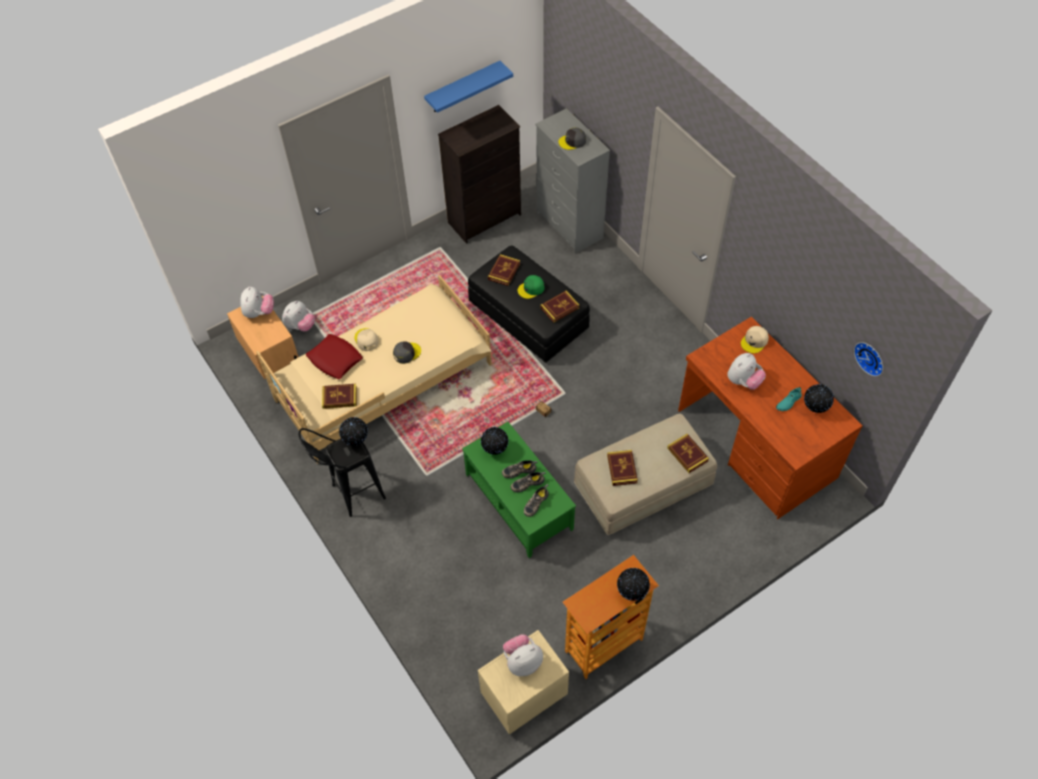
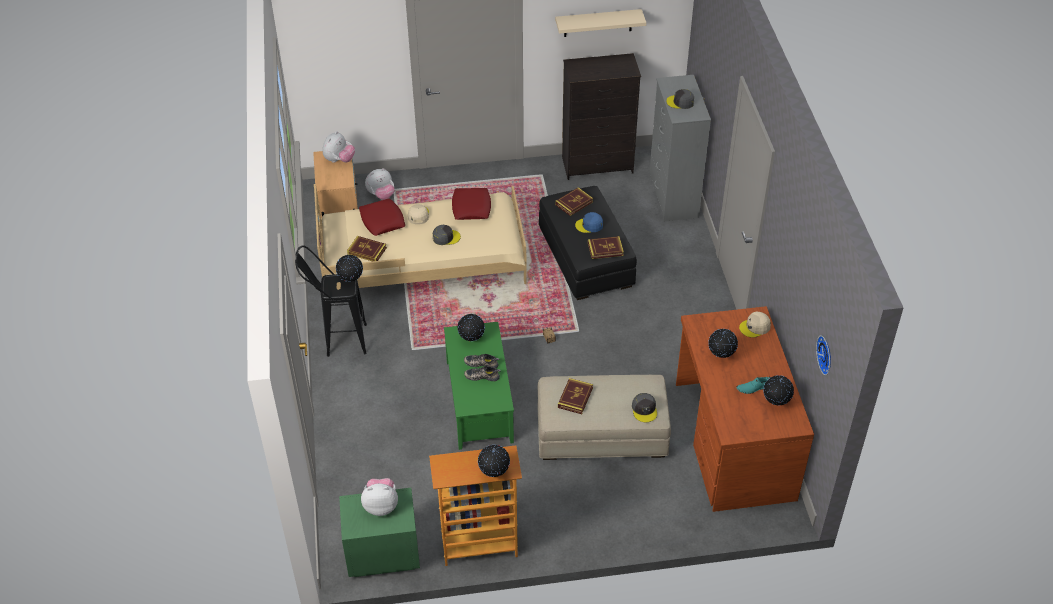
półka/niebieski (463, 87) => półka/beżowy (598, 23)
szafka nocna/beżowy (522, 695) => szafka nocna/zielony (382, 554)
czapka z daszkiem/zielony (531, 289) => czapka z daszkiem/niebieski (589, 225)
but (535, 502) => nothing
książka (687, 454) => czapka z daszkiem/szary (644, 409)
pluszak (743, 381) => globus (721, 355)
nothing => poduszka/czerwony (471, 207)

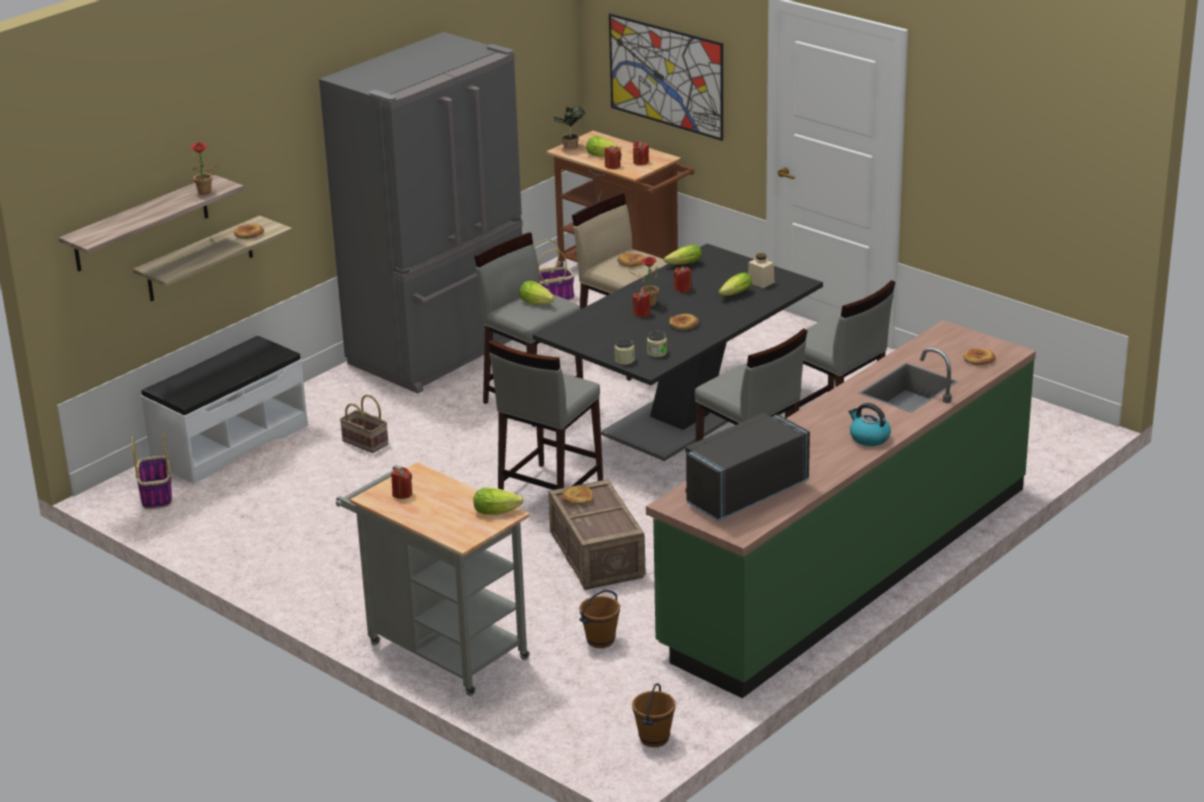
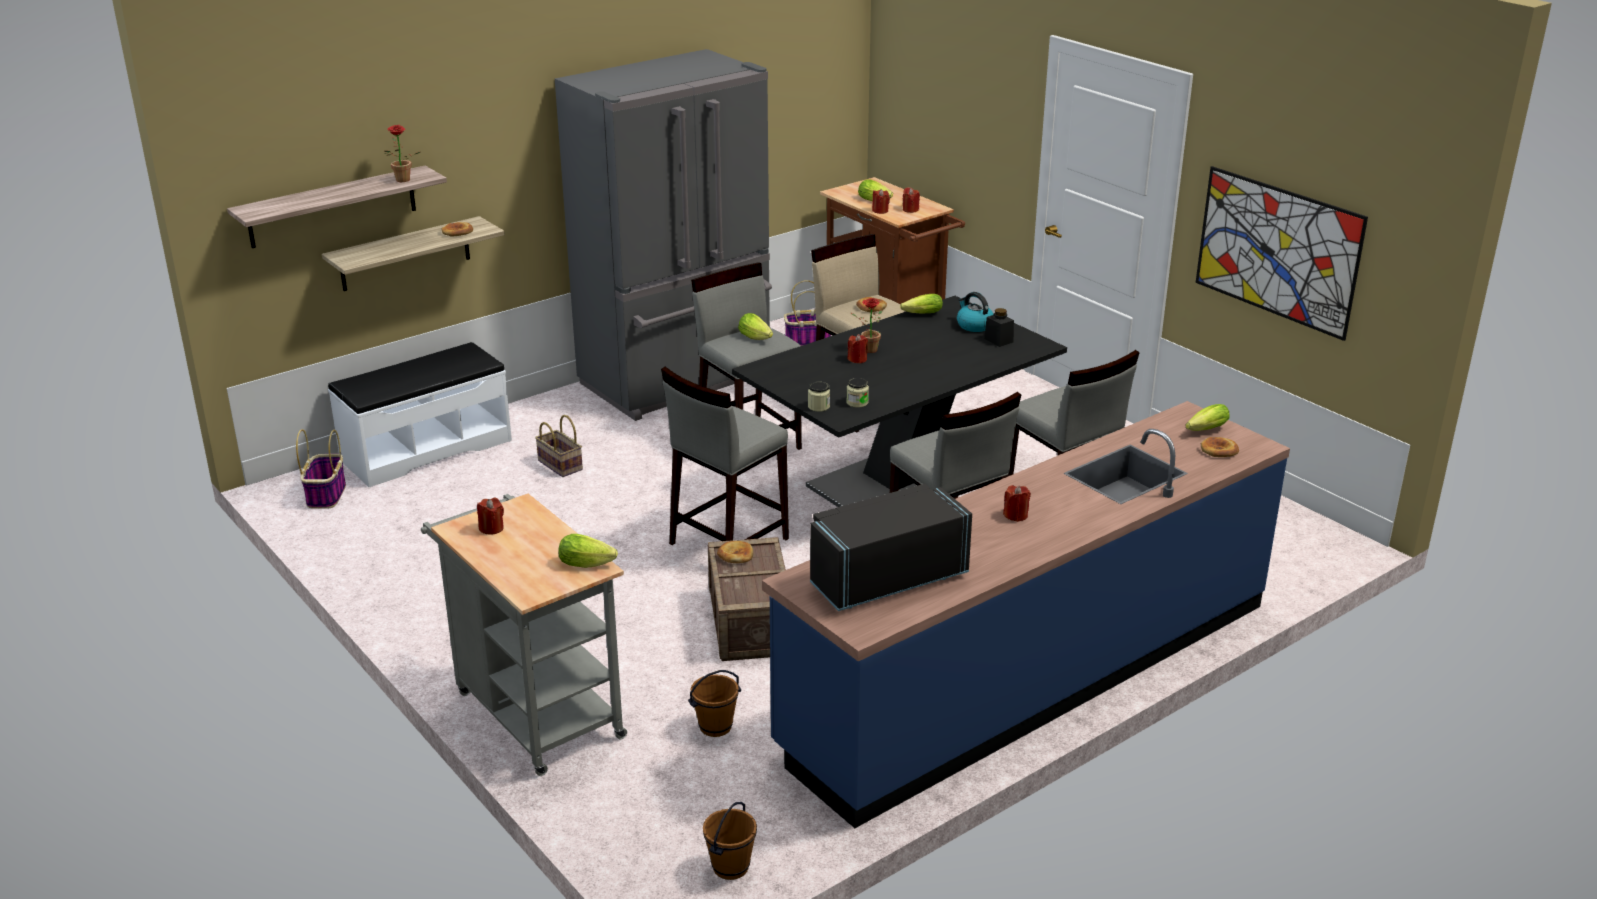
roślina doniczkowa (570, 147) => nothing
obraz (666, 76) => obraz (1277, 251), shifted
zabudowa kuchenna/zielony (847, 567) => zabudowa kuchenna/niebieski (1030, 675)
chleb (683, 324) => nothing
świeca/czerwony (682, 289) => świeca/czerwony (1016, 515), shifted
sałata (734, 295) => sałata (1204, 430), shifted
słoik/beżowy (760, 282) => słoik/czarny (998, 340)
czajnik (869, 438) => czajnik (974, 325), shifted

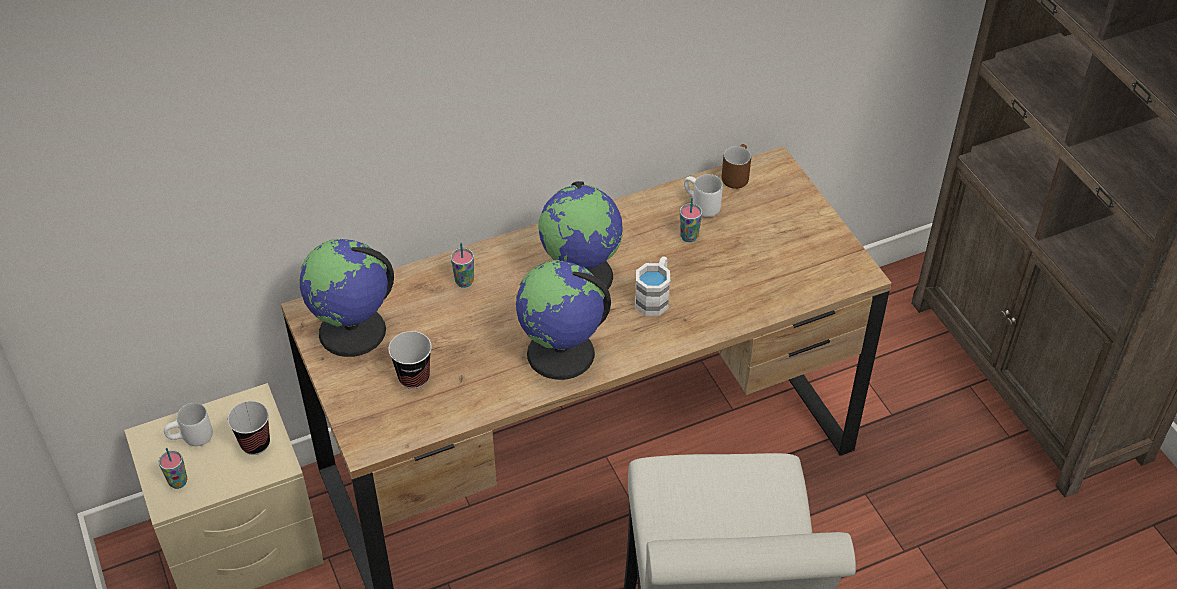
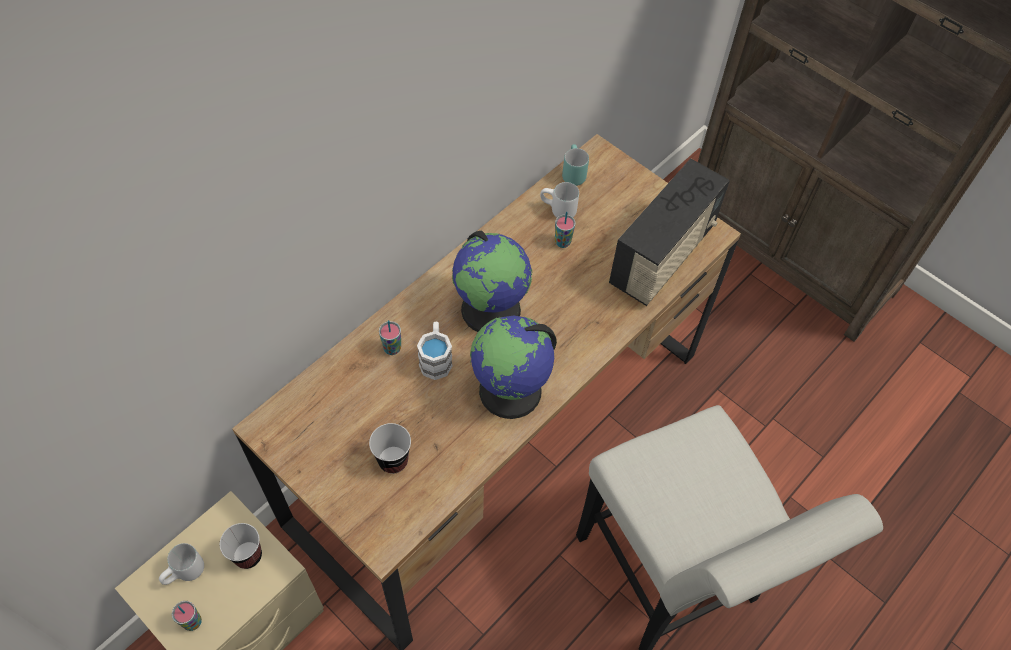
globus (352, 332) => nothing
kubek/biały (654, 297) => kubek/biały (436, 358), shifted
kubek/brązowy (734, 176) => kubek/turkusowy (571, 173)
nothing => radio (663, 257)

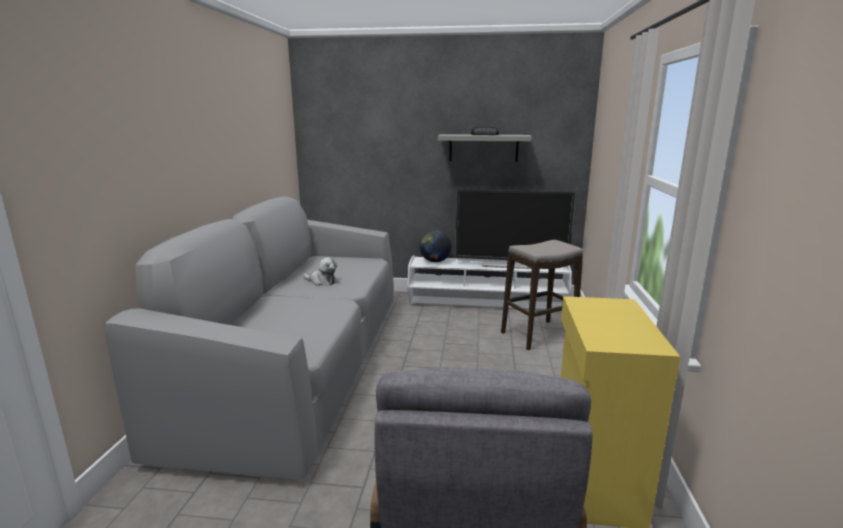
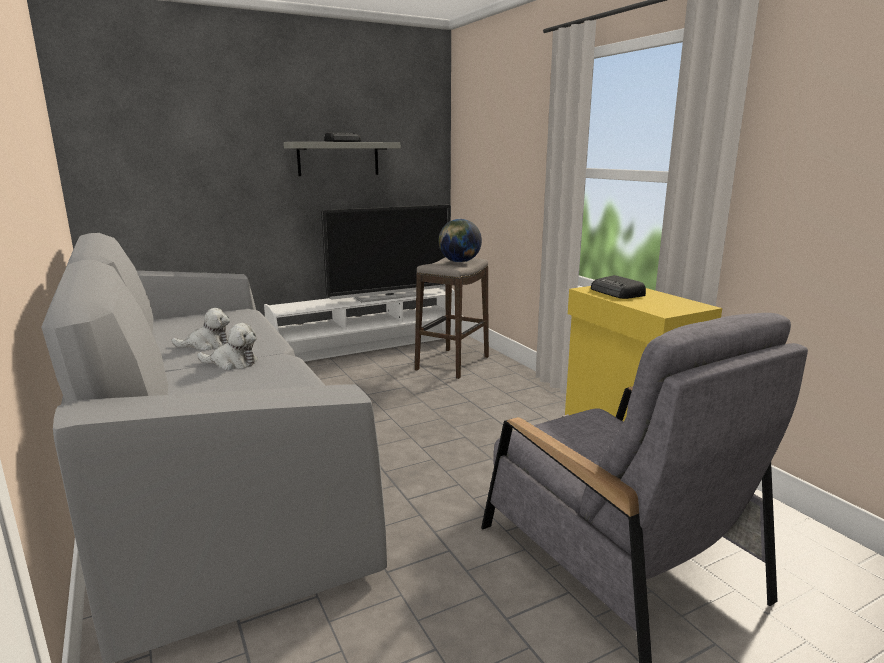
globus (435, 261) => globus (459, 262), shifted
nothing => pluszak (232, 363)
nothing => radio (617, 293)

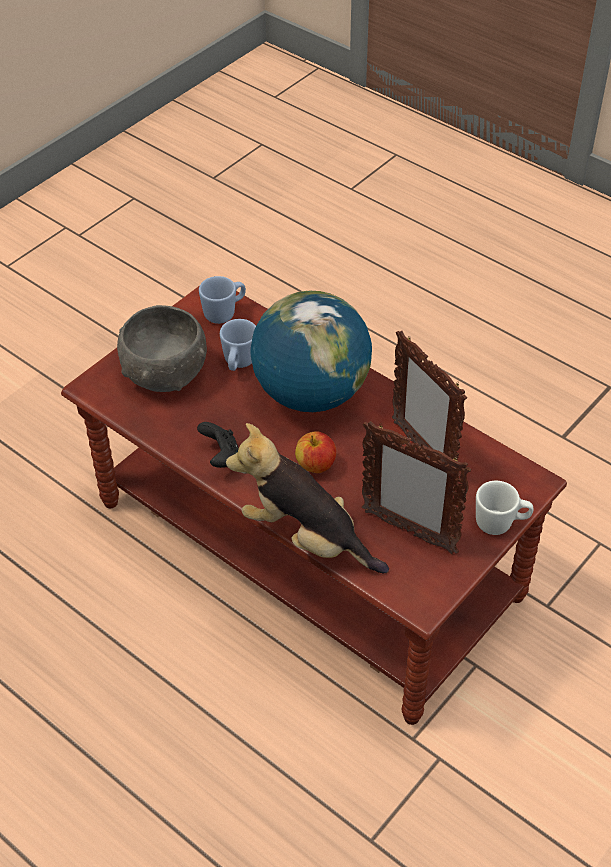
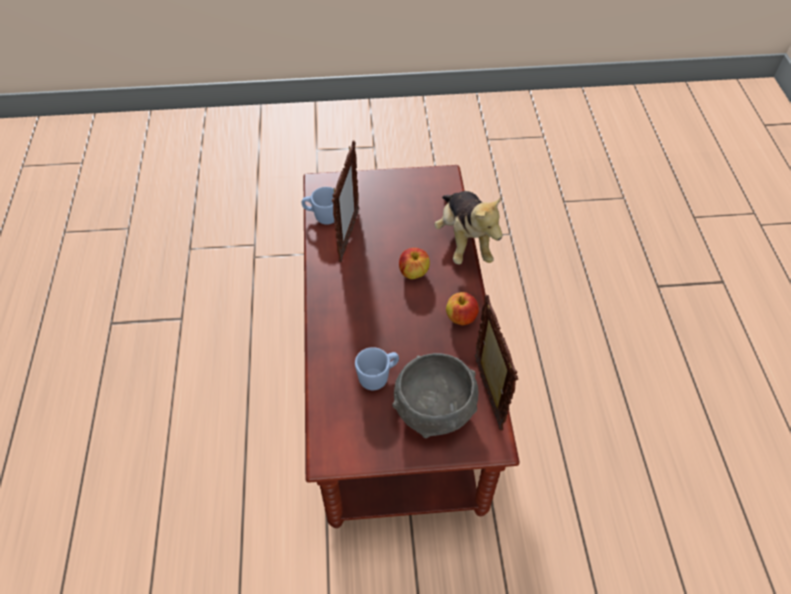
pad do gier/czarny (222, 458) => jabłko (461, 318)
kubek/niebieski (224, 313) => kubek/niebieski (322, 216), shifted
globus (311, 393) => nothing
ramka na zdjęcie (408, 531) => ramka na zdjęcie (487, 394), shifted
kubek/biały (500, 523) => nothing

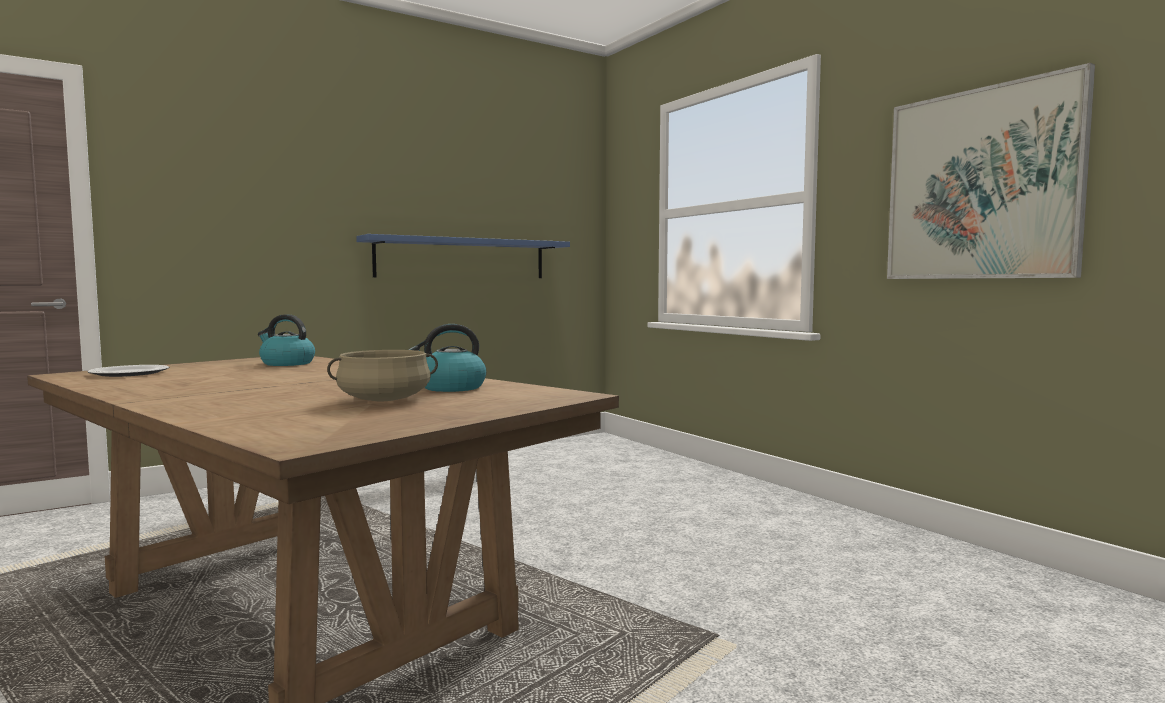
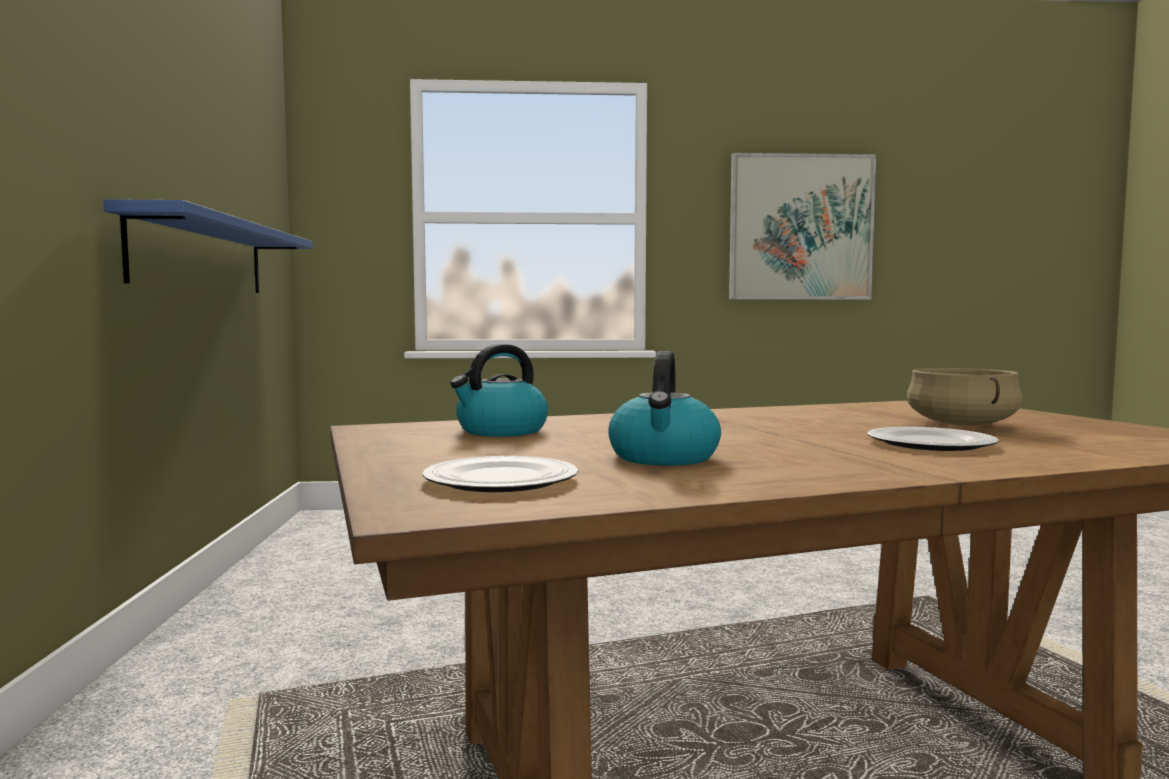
czajnik (451, 388) => czajnik (664, 458), shifted
nothing => talerz (929, 443)

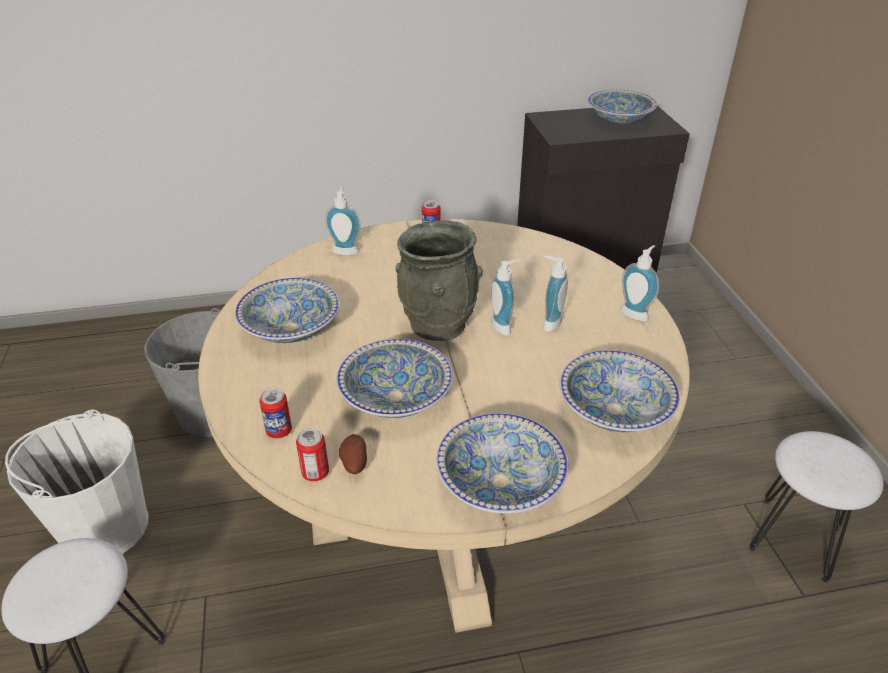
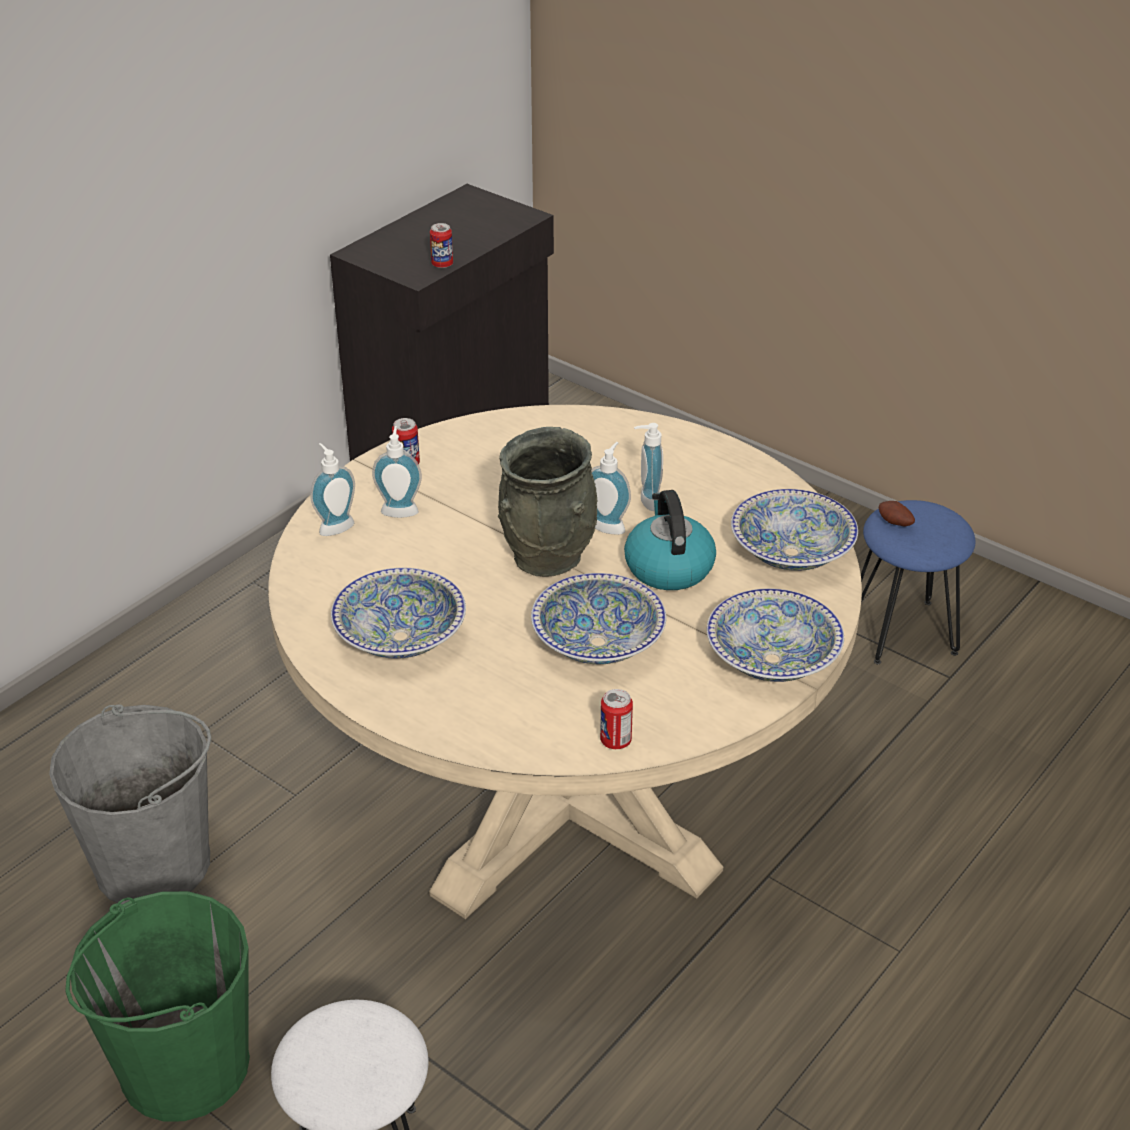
wiadro/biały (104, 527) => wiadro/zielony (183, 1066)
puszka (279, 431) => puszka (442, 264), shifted
ziemniak (353, 463) => ziemniak (894, 523), shifted
miska (619, 119) => nothing
dozownik mydła (635, 313) => dozownik mydła (400, 509), shifted
stołek/biały (795, 539) => stołek/niebieski (904, 631)
nothing => czajnik (668, 567)

